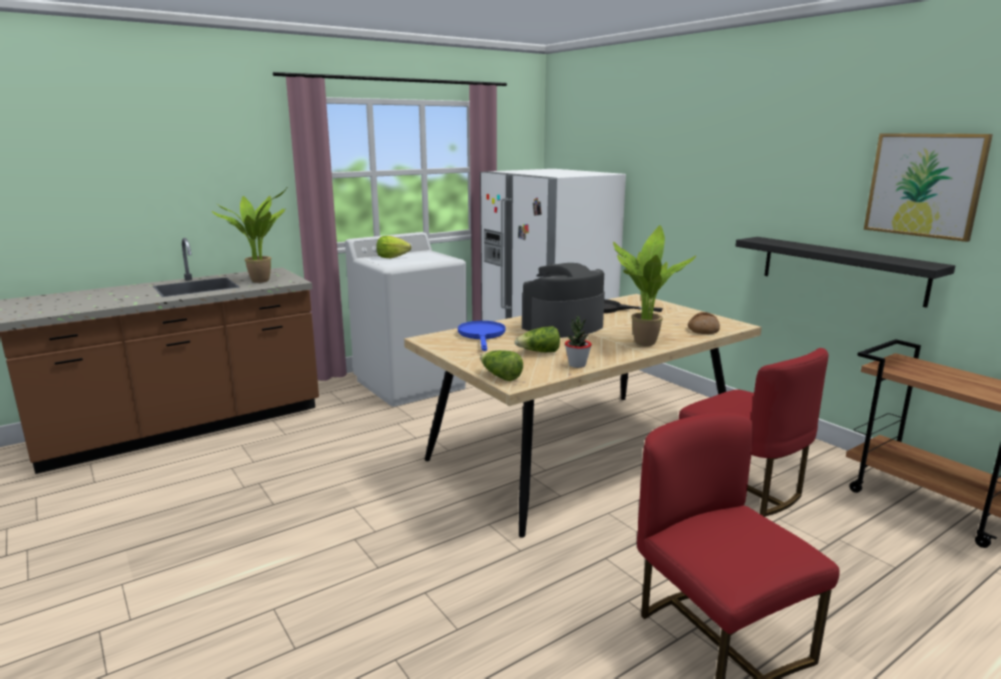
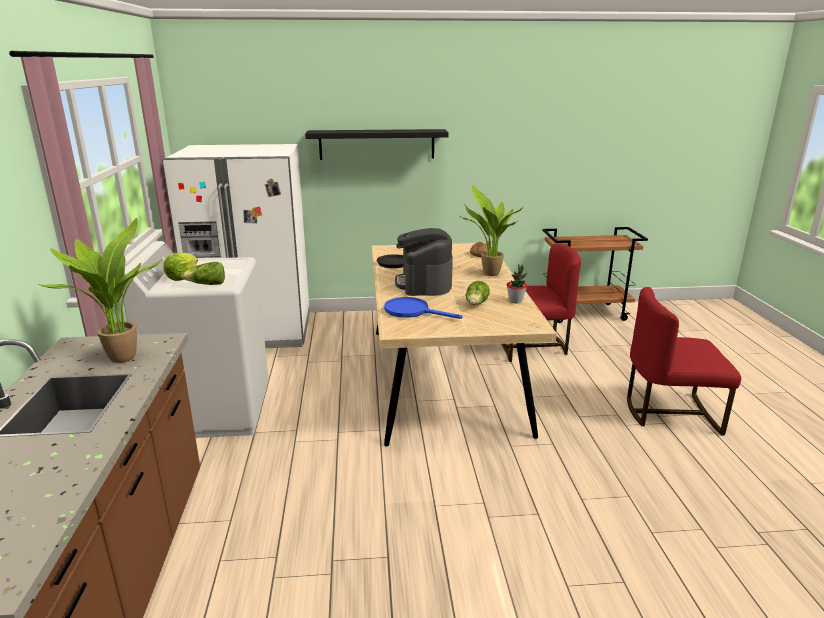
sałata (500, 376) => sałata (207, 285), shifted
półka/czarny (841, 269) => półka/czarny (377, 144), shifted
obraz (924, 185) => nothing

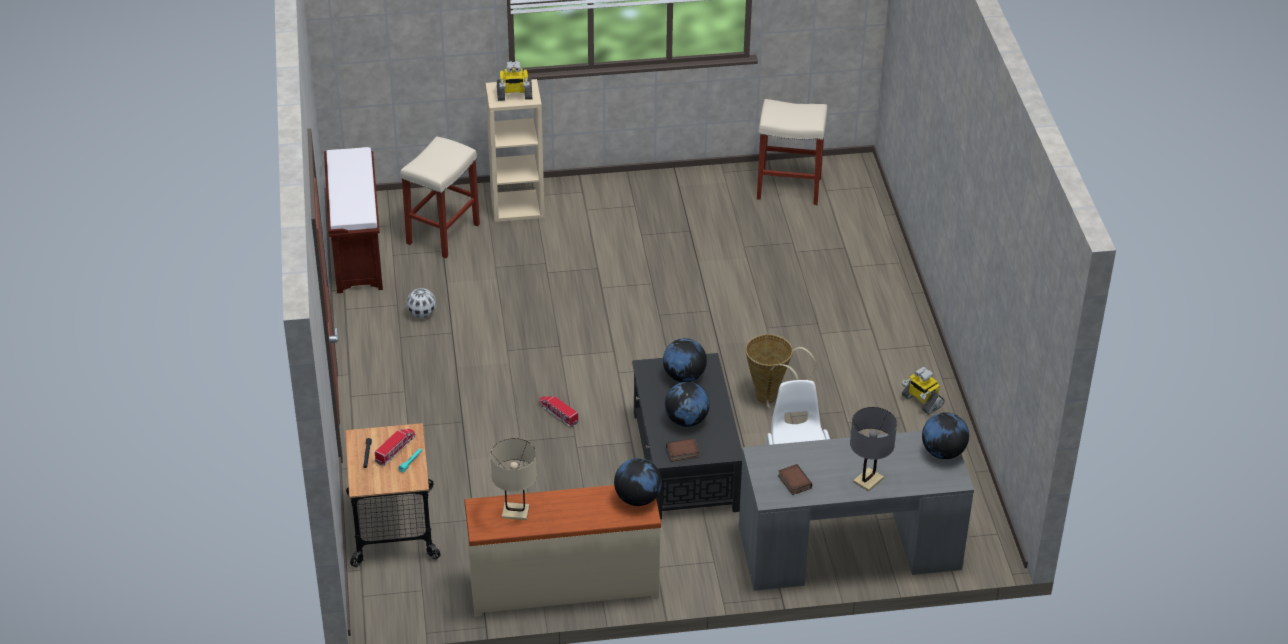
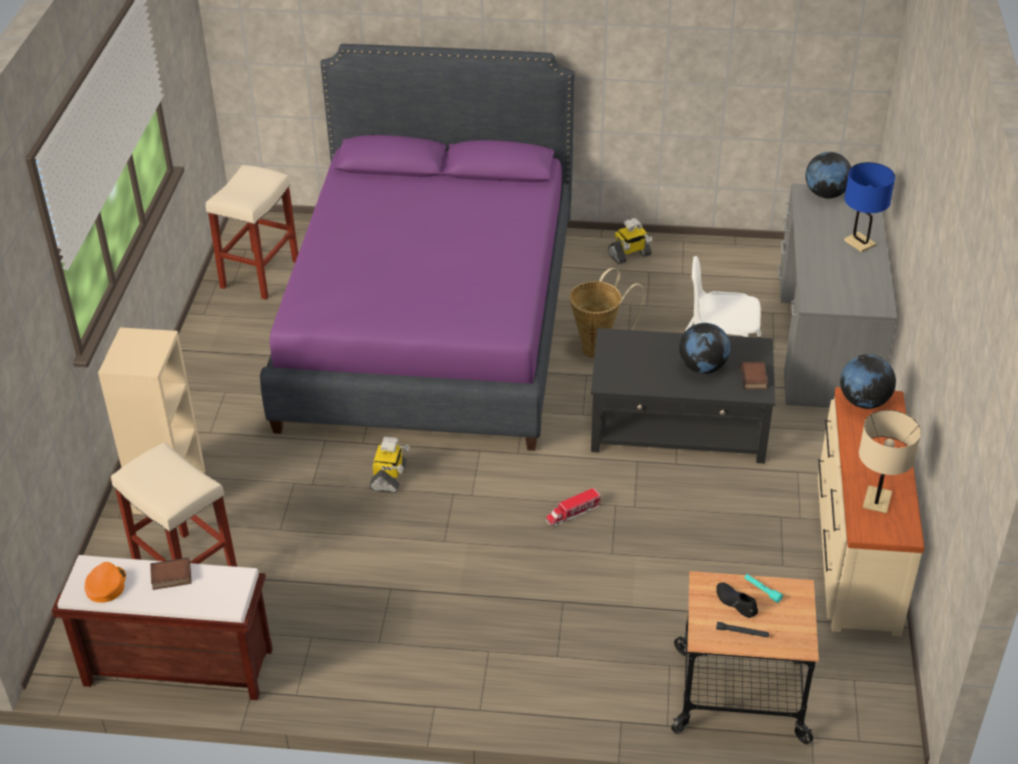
ciężarówka zabawkowa (395, 449) => but/czarny (735, 603)
piłka futbolowa (421, 314) => nothing
robot zabawkowy (514, 95) => robot zabawkowy (389, 477), shifted
globus (684, 376) => nothing
książka (793, 482) => książka (171, 577), shifted
lampa stołowa/szary (868, 480) => lampa stołowa/niebieski (859, 243)
nothing => czapka z daszkiem/pomarańczowy (106, 585)
nothing => łóżko/fioletowy (431, 324)

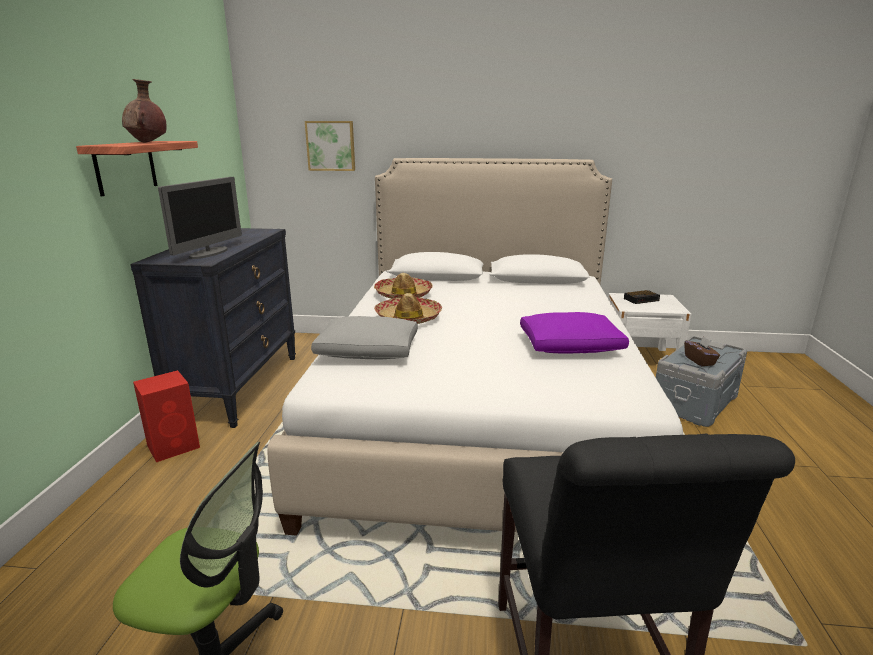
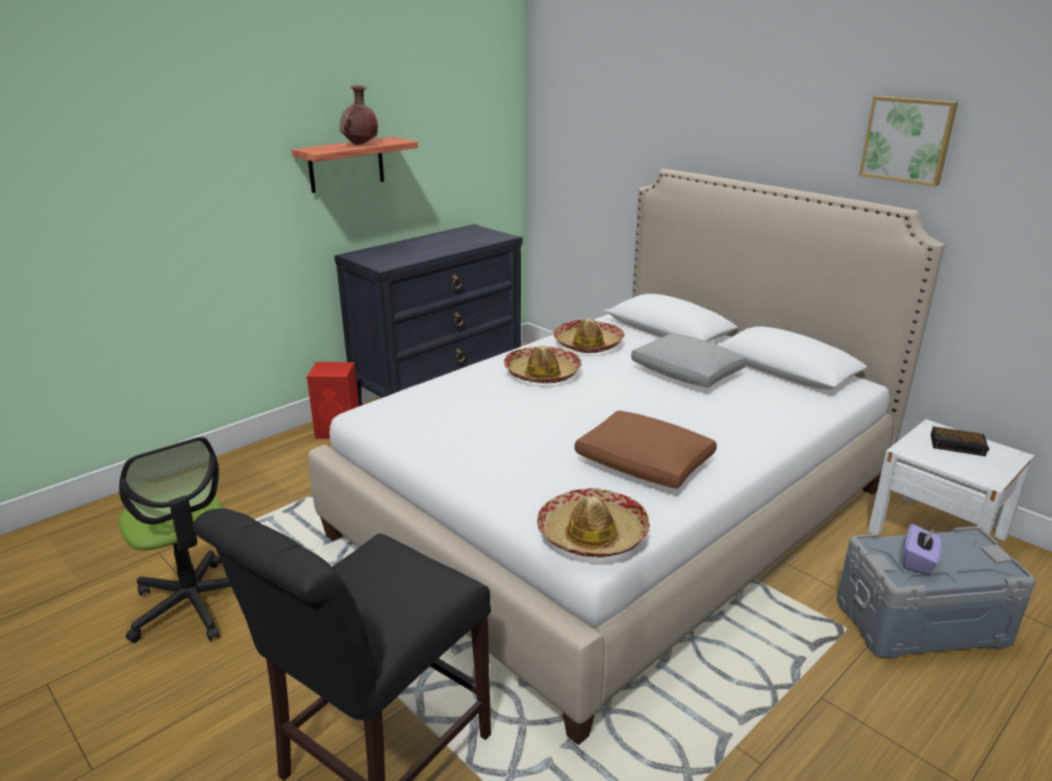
monitor (209, 253) => nothing
obraz (331, 146) => obraz (908, 140), shifted
poduszka/szary (369, 351) => poduszka/szary (687, 373), shifted
poduszka/fioletowy (571, 346) => poduszka/brązowy (645, 464)
pudełko chusteczek/brązowy (699, 361) => pudełko chusteczek/fioletowy (918, 561)
nothing => kapelusz (592, 534)

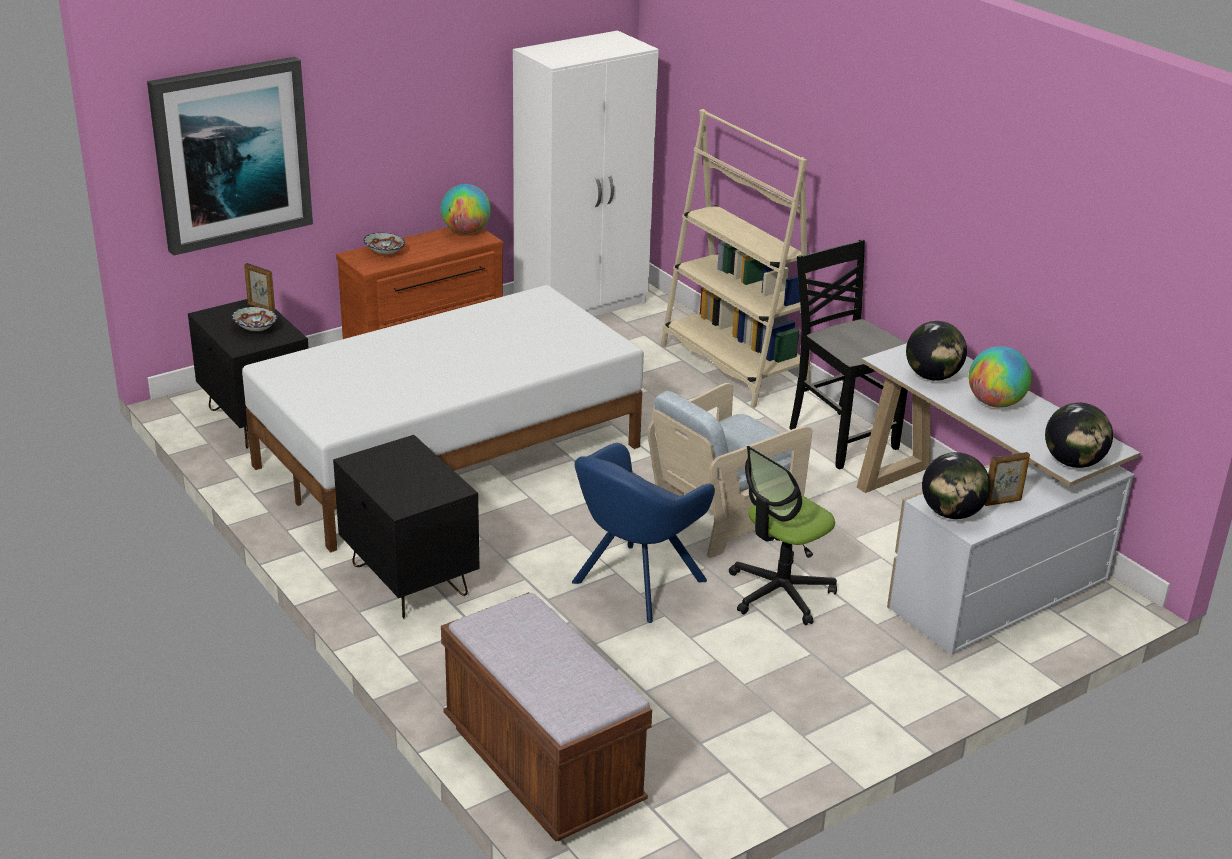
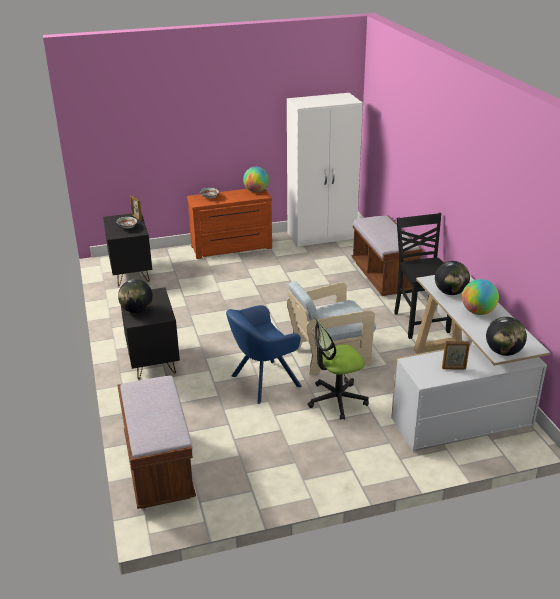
obraz (231, 154) => nothing
łóżko/biały (447, 455) => nothing
regał/beżowy (734, 366) => ławka/brązowy (383, 276)
globus (951, 513) => globus (137, 310), shifted

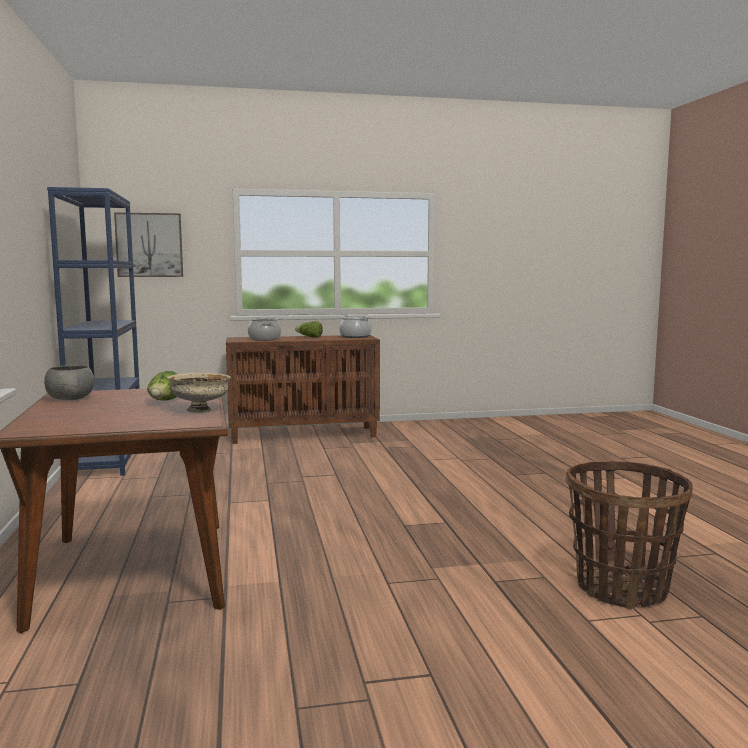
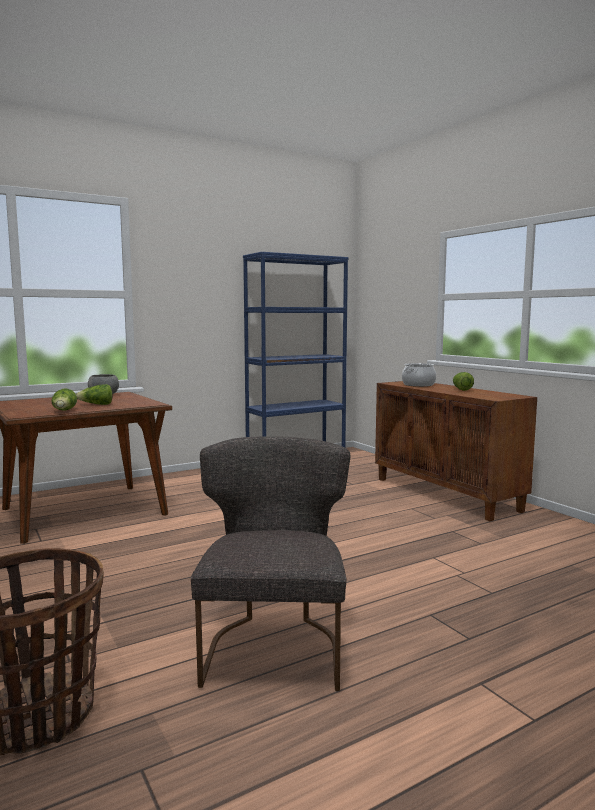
obraz (149, 245) => nothing
miska/beżowy (200, 410) => sałata (64, 411)
garnek (355, 336) => nothing
nothing => krzesło/szary (274, 647)

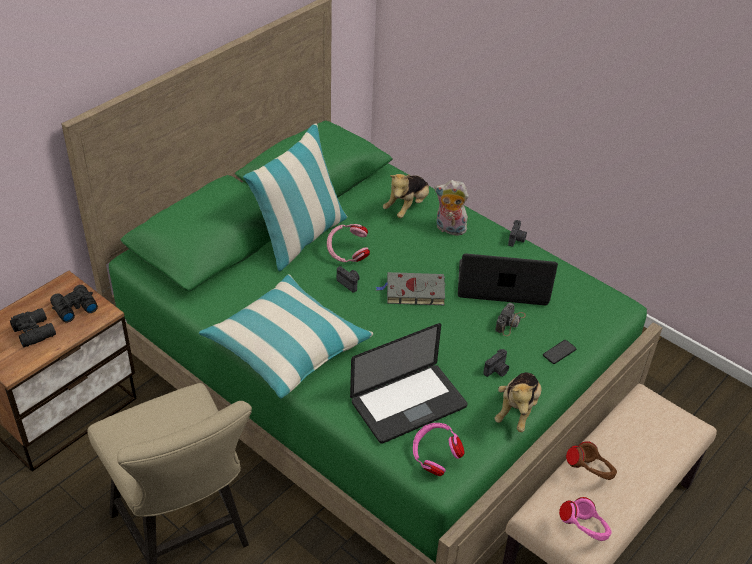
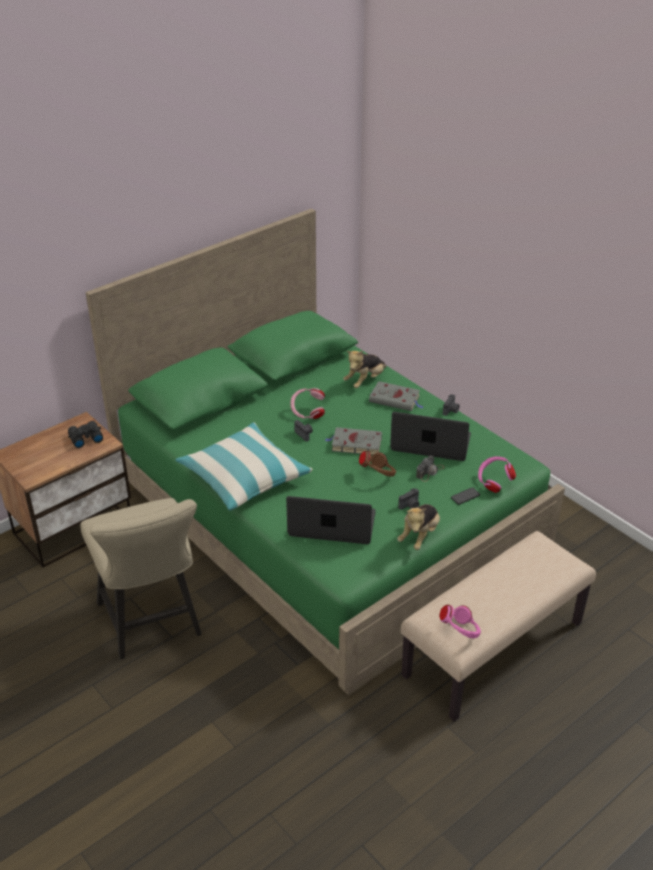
lornetka/czarny (35, 331) => nothing
poduszka (300, 238) => nothing
laptop (408, 404) => laptop (332, 525), 150 degrees counterclockwise
słuchawki/różowy (434, 458) => słuchawki/różowy (494, 483), shifted
pluszak (449, 229) => książka/szary (396, 399)
słuchawki/brązowy (590, 473) => słuchawki/brązowy (378, 475), shifted

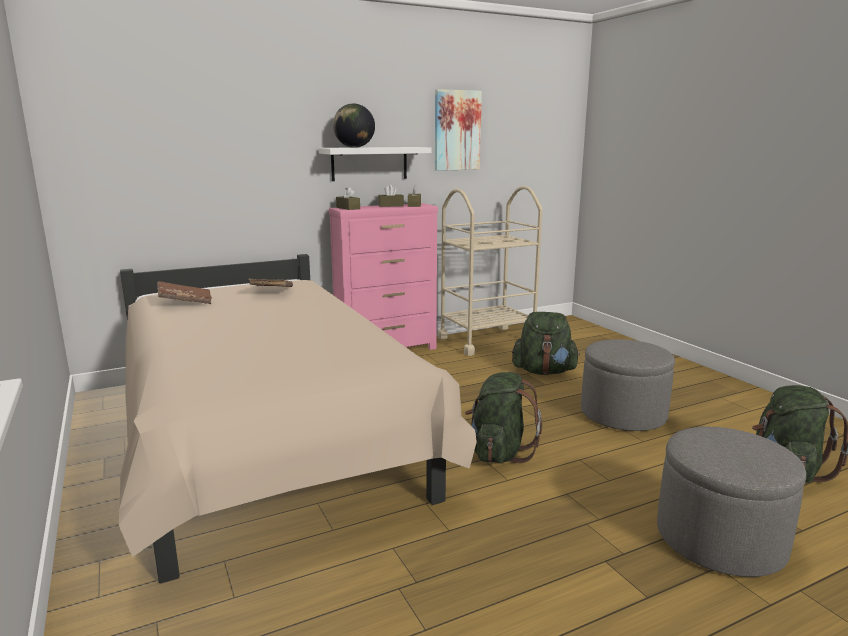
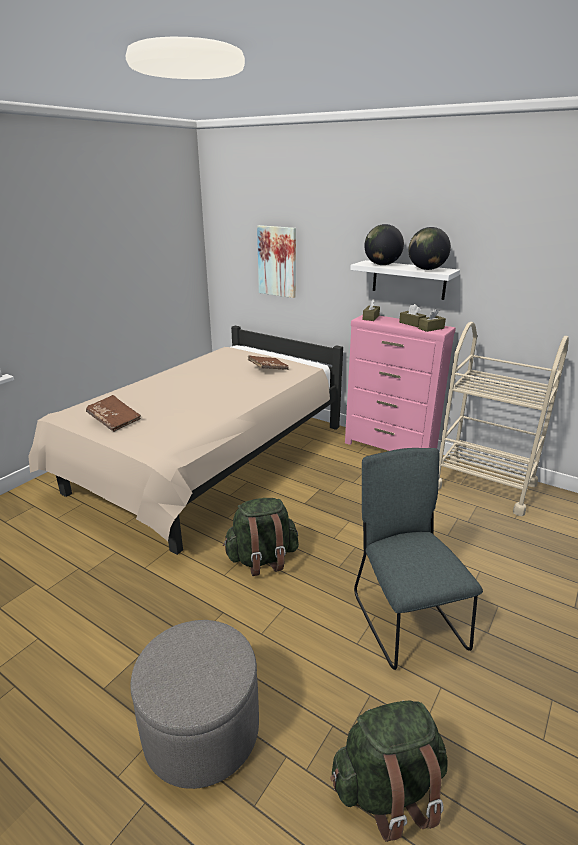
książka/brązowy (185, 302) => książka/brązowy (114, 420), shifted
obraz (457, 130) => obraz (277, 261), shifted
plecak/zielony (544, 371) => nothing
pufa/szary (623, 414) => krzesło/szary (405, 617)
nothing => globus (426, 269)

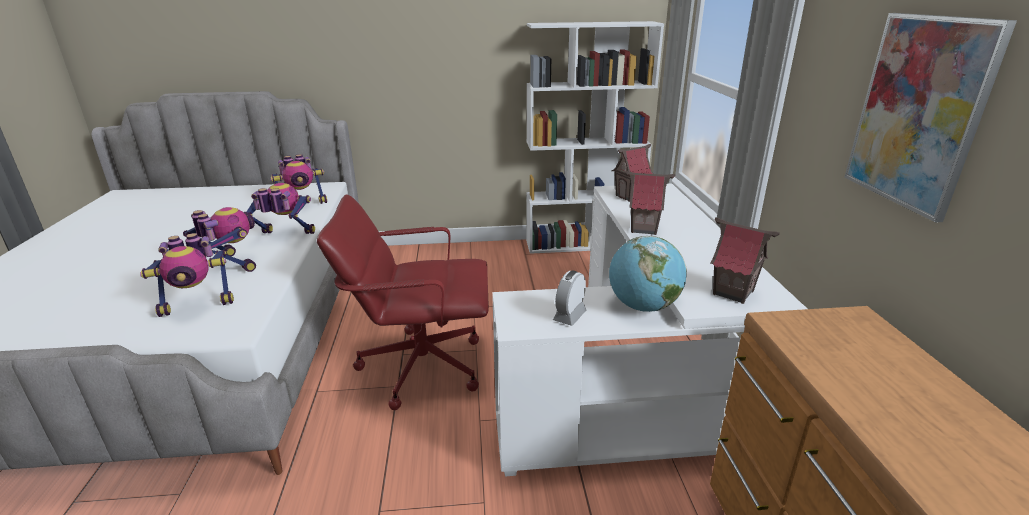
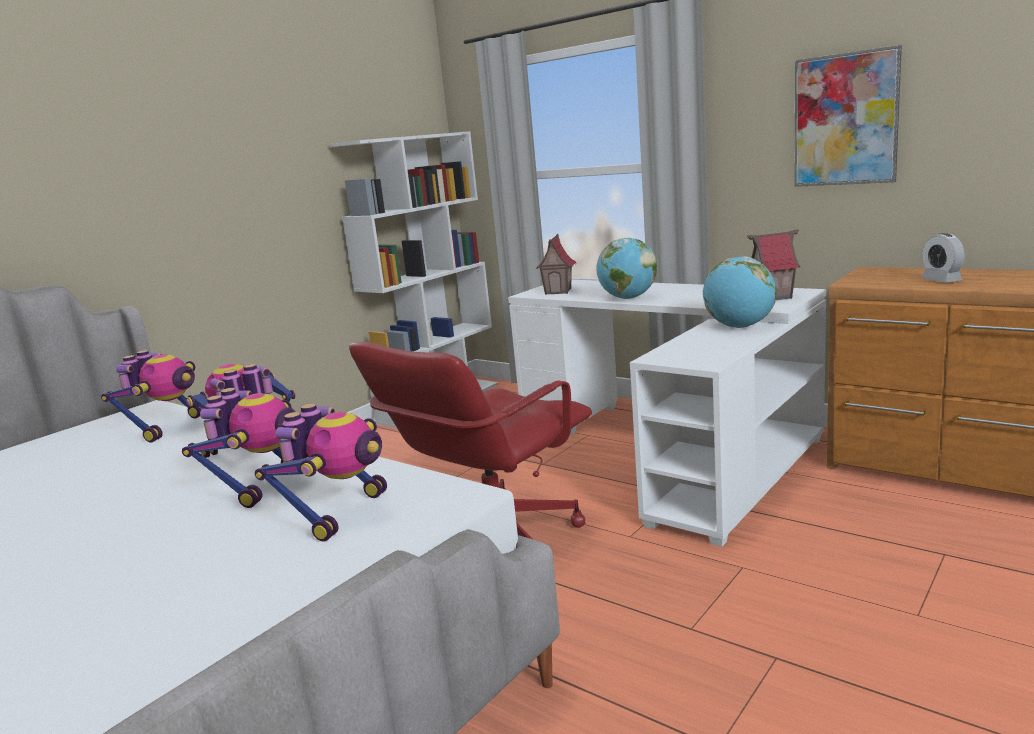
robot zabawkowy (231, 265) => robot zabawkowy (261, 485), 105 degrees clockwise
budzik (569, 316) => budzik (941, 280), shifted
domek (643, 229) => globus (627, 298)

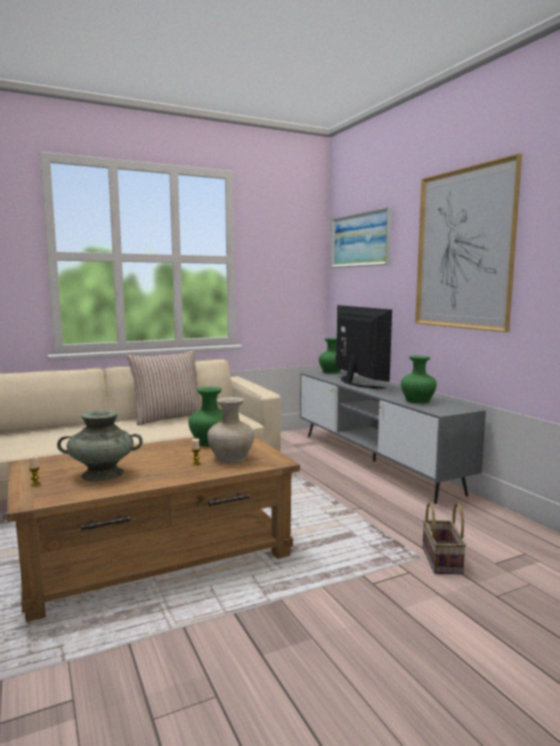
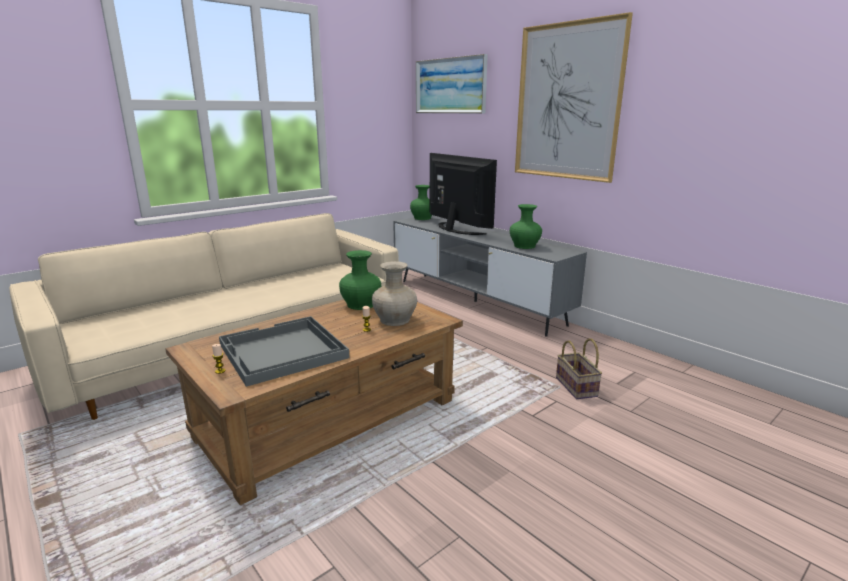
wazon/turkusowy (102, 474) => taca/szary (282, 352)
poduszka (168, 418) => nothing

